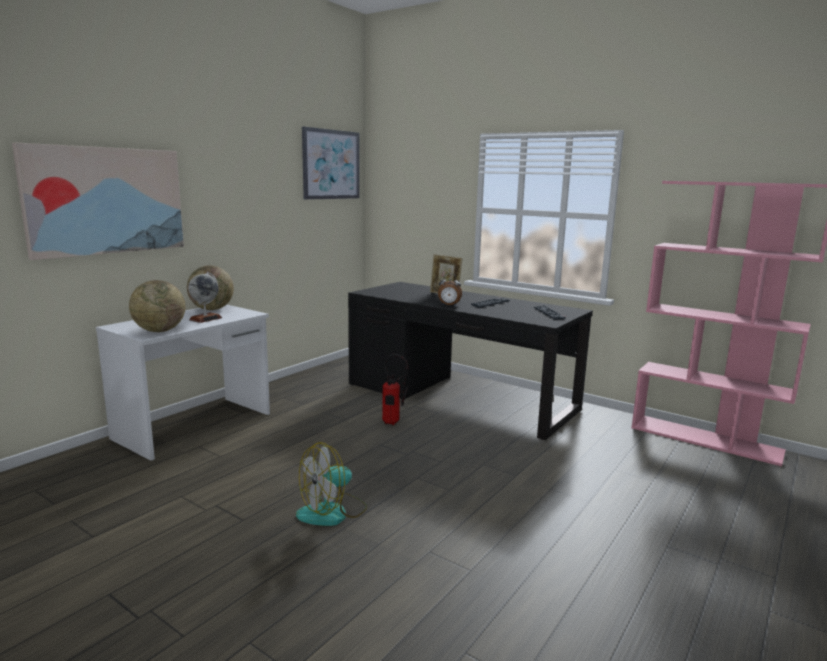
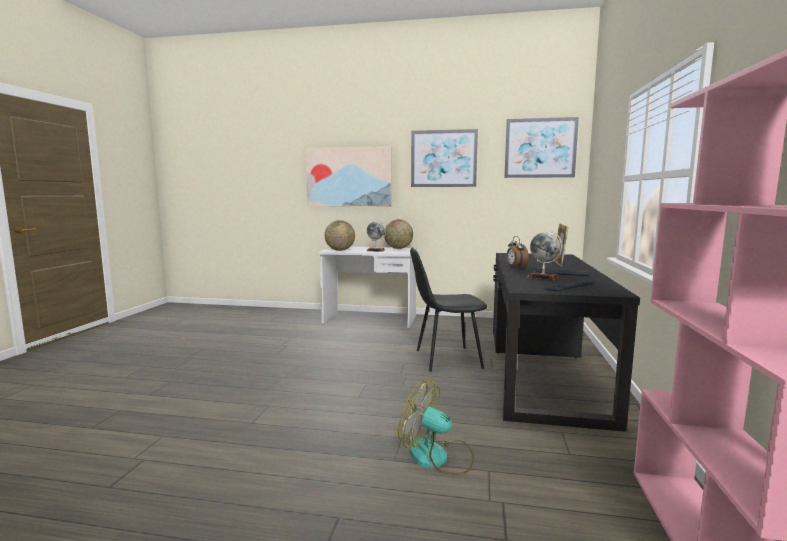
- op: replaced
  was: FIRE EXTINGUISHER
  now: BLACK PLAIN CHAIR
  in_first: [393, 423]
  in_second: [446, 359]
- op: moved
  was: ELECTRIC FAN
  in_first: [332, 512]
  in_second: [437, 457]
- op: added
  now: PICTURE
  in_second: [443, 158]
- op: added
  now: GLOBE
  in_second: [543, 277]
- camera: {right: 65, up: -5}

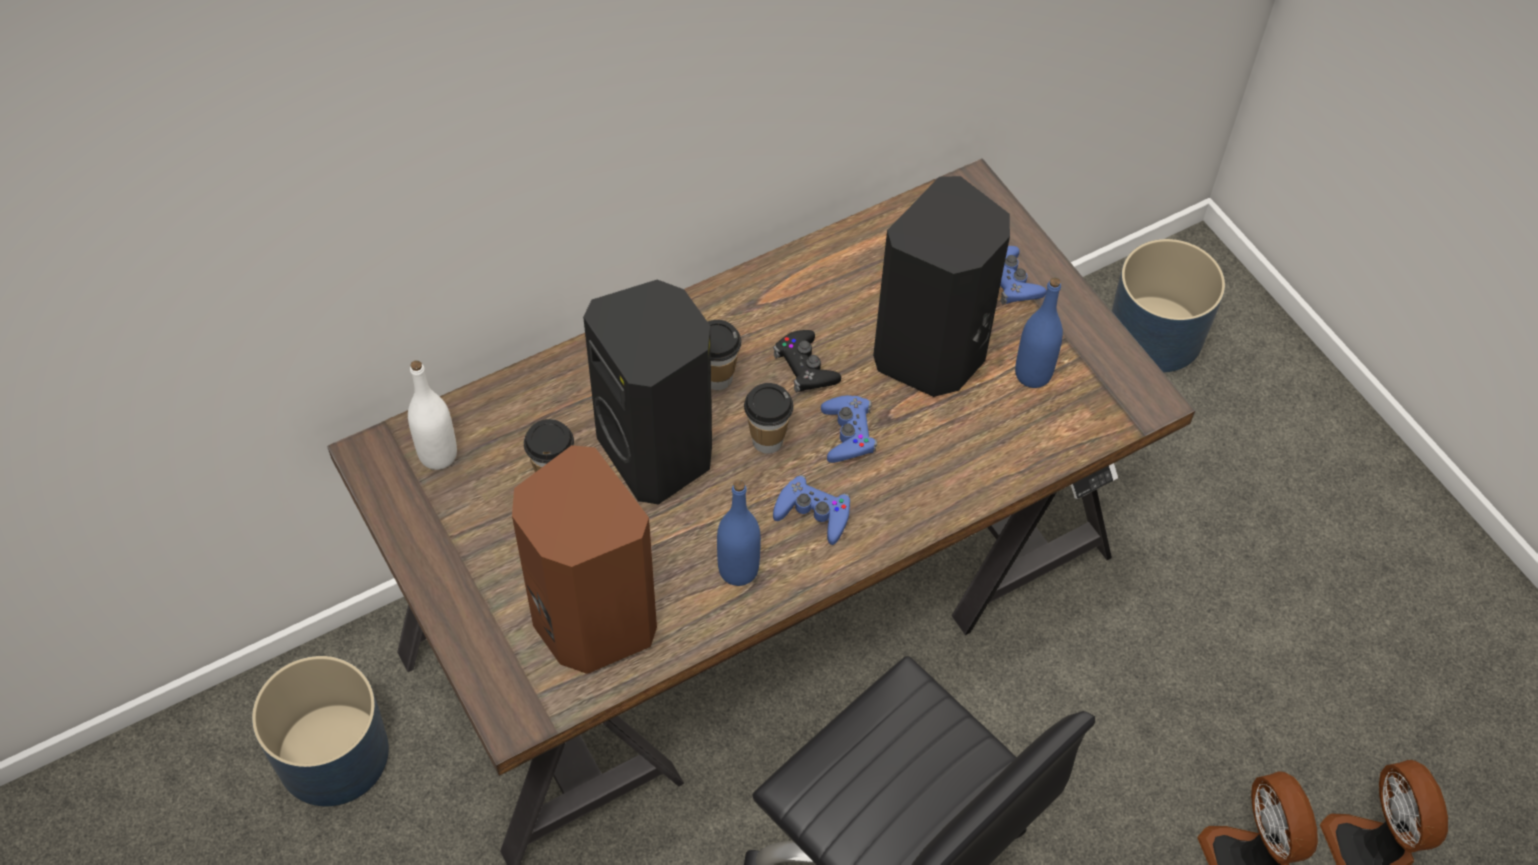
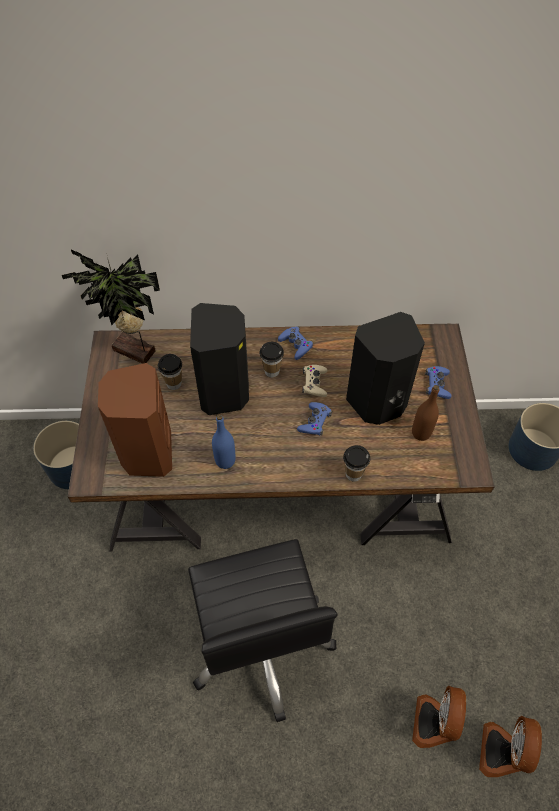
- op: recoloured
  was: BLUISH BEVERAGE BOTTLE
  now: BROWN-COLOURED BEVERAGE BOTTLE
  in_first: [1033, 374]
  in_second: [421, 433]
- op: recoloured
  was: BLACK GAMEPAD
  now: BEIGE-COLOURED GAMEPAD
  in_first: [805, 367]
  in_second: [314, 383]
- op: replaced
  was: WHITE-COLOURED BEVERAGE BOTTLE
  now: PLANT IN A POT
  in_first: [438, 455]
  in_second: [133, 353]
- op: moved
  was: DRINKING CUP
  in_first: [767, 441]
  in_second: [353, 474]
- op: moved
  was: BLUISH GAMEPAD
  in_first: [813, 513]
  in_second: [296, 345]
- camera: {right: 30, up: 0}

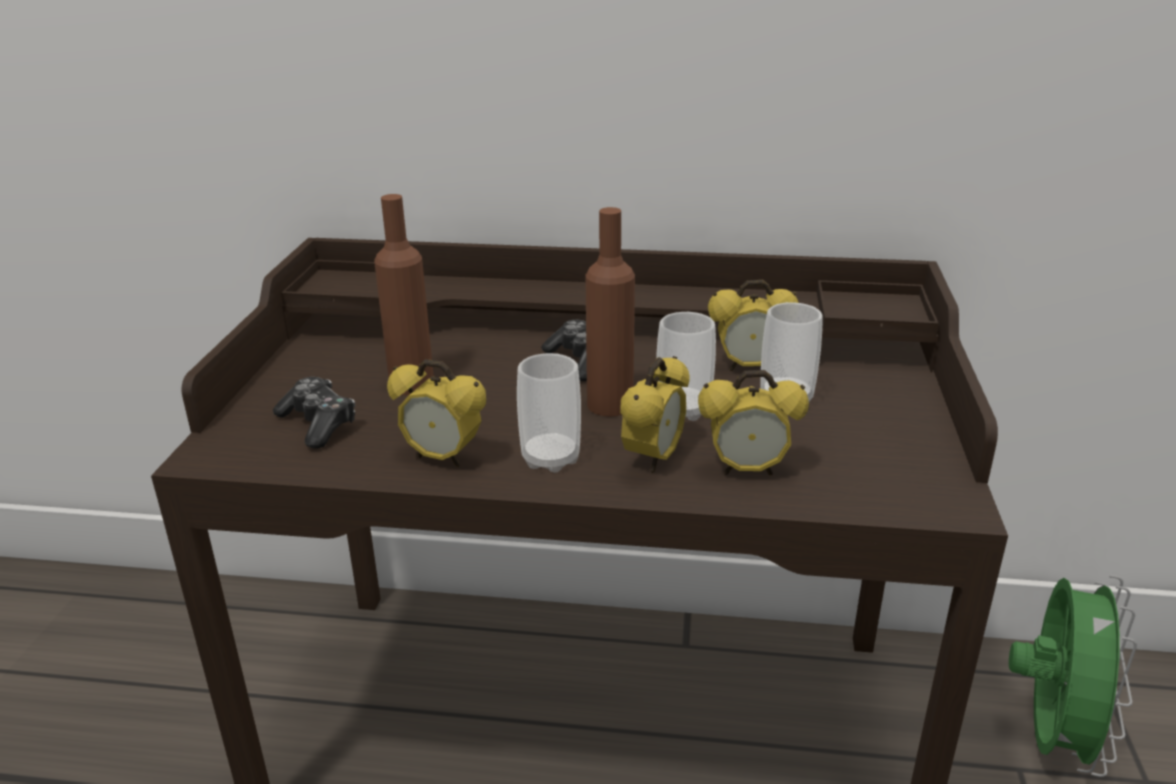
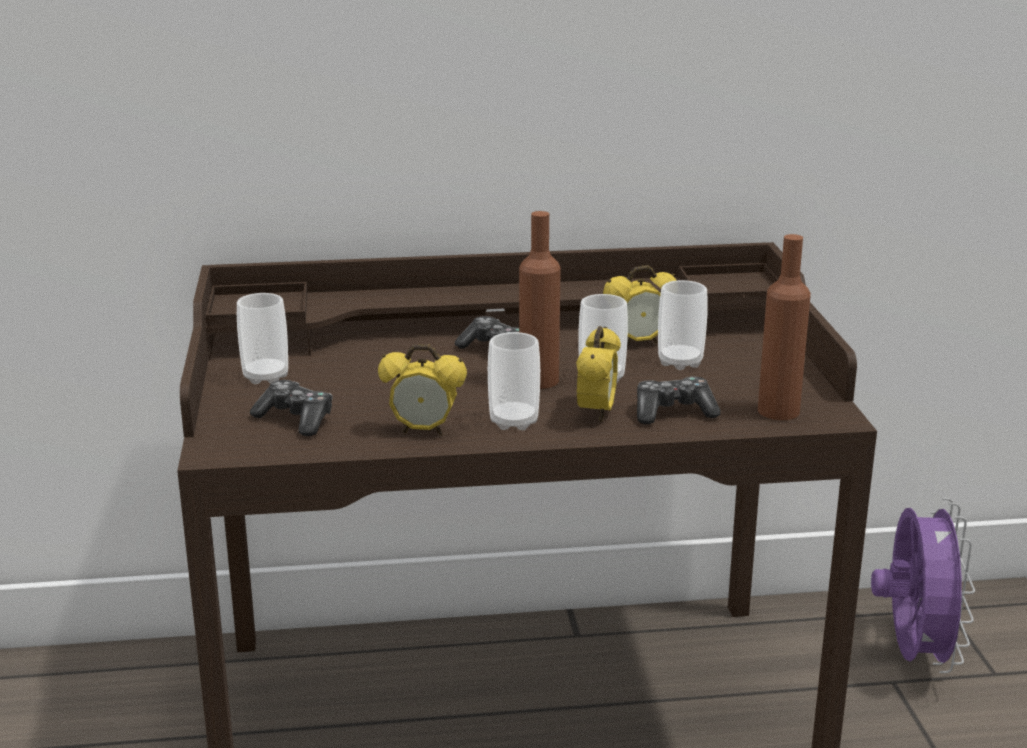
- op: moved
  was: BROWN-COLOURED BEVERAGE BOTTLE
  in_first: [412, 384]
  in_second: [778, 411]
- op: replaced
  was: BEDSIDE CLOCK
  now: GAMEPAD
  in_first: [747, 470]
  in_second: [673, 412]
- op: recoloured
  was: GREENISH ELECTRIC FAN
  now: PURPLE ELECTRIC FAN
  in_first: [1050, 737]
  in_second: [913, 655]
- op: added
  now: DRINKING CUP
  in_second: [265, 376]
- camera: {right: -15, up: -5}

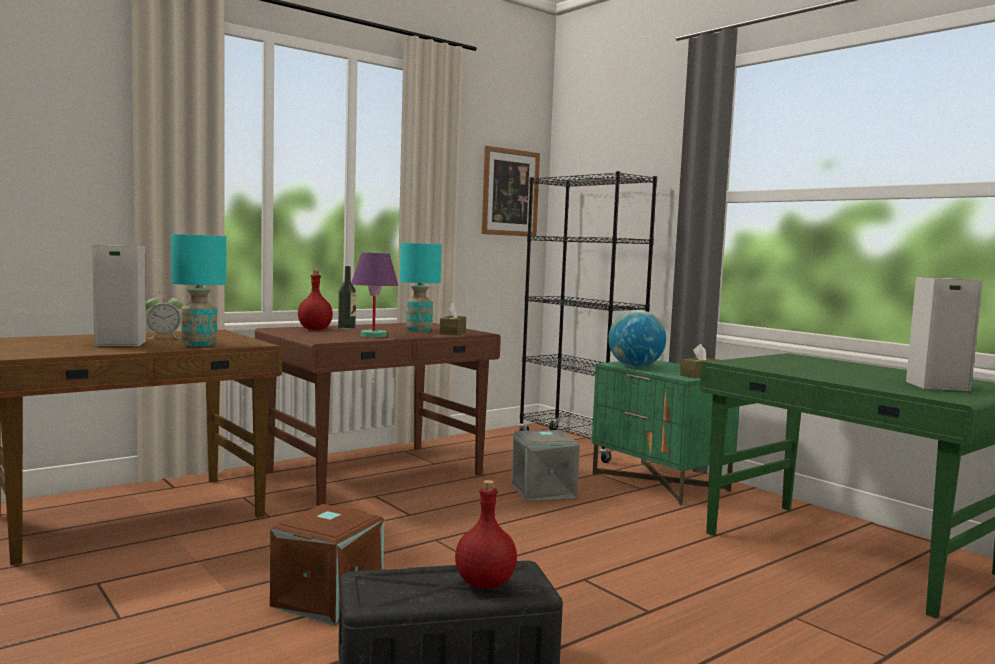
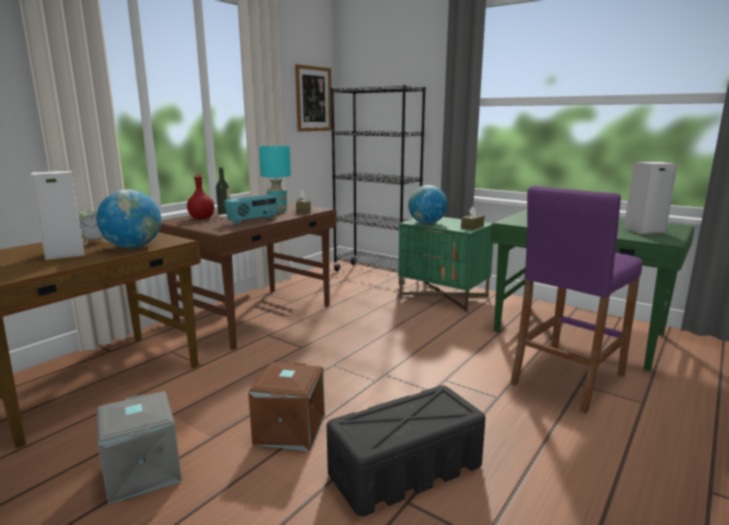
- op: replaced
  was: TURQUOISE-COLOURED LAMP FOR A TABLE
  now: GLOBE
  in_first: [200, 344]
  in_second: [133, 247]
- op: replaced
  was: PURPLE LAMP FOR A TABLE
  now: RADIO
  in_first: [374, 335]
  in_second: [253, 220]
- op: moved
  was: GREY STORAGE BOX
  in_first: [542, 490]
  in_second: [141, 472]
- op: removed
  was: RED-COLOURED BEVERAGE BOTTLE
  in_first: [484, 583]
- op: added
  now: PURPLE SITTING STOOL
  in_second: [567, 379]
- camera: {right: -15, up: 10}

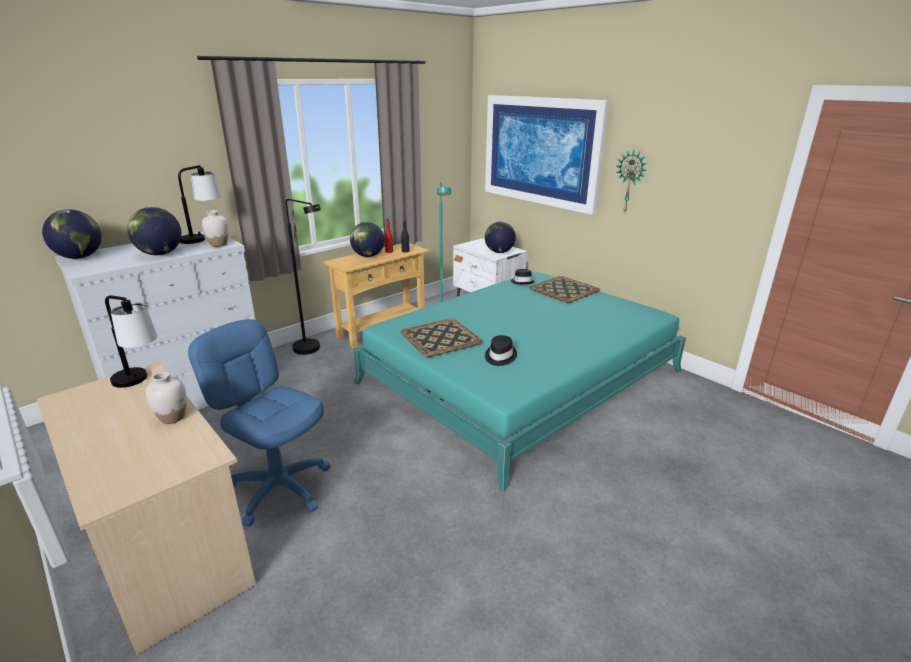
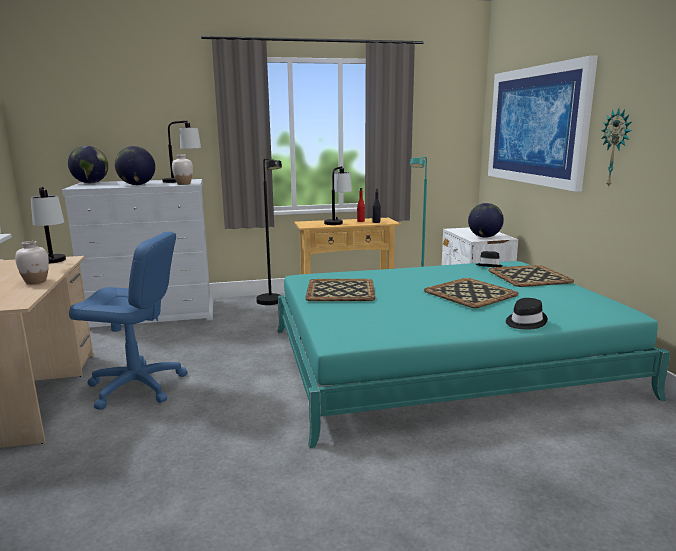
- op: replaced
  was: GLOBE
  now: LAMP FOR A TABLE
  in_first: [368, 256]
  in_second: [337, 222]
- op: turned
  was: BLUISH DESK CHAIR
  in_first: [279, 488]
  in_second: [136, 386]
  clockwise: 120
- op: moved
  was: BLACK HAT
  in_first: [499, 356]
  in_second: [524, 322]
- op: added
  now: CARRYING TRAY
  in_second: [470, 293]
- camera: {right: 30, up: -10}

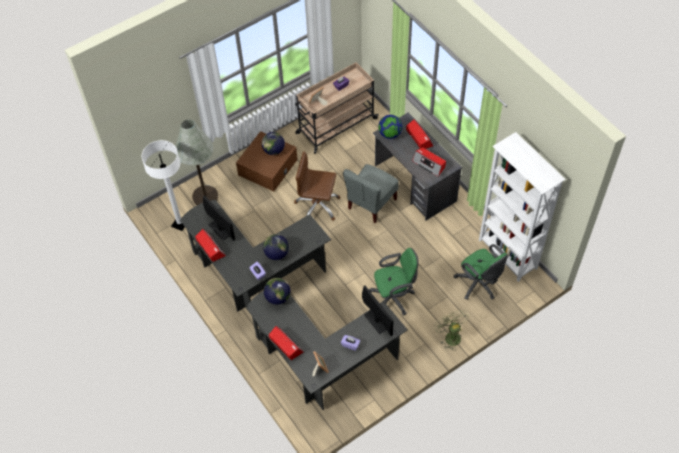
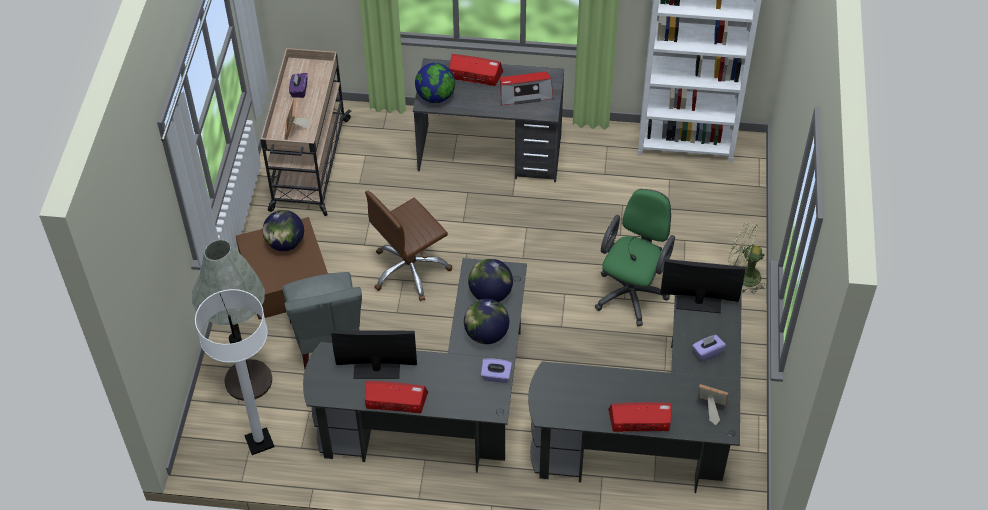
- op: moved
  was: GREY PLAIN CHAIR
  in_first: [371, 204]
  in_second: [327, 340]
- op: removed
  was: GREENISH DESK CHAIR
  in_first: [479, 284]
- op: moved
  was: GLOBE
  in_first: [278, 297]
  in_second: [490, 294]
- camera: {right: -50, up: -5}

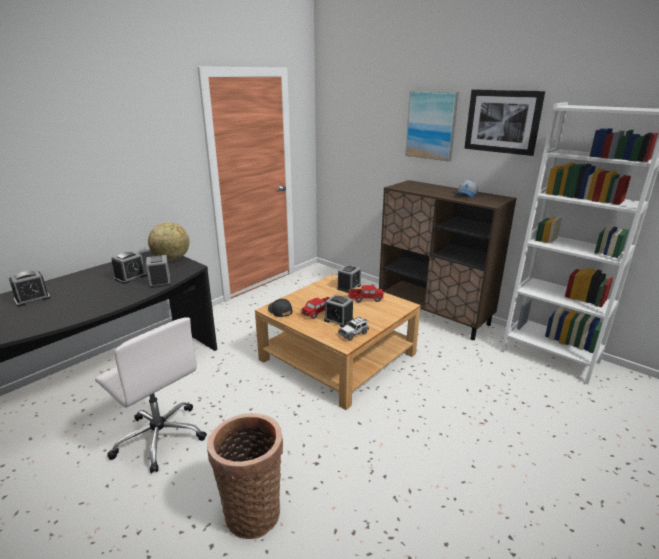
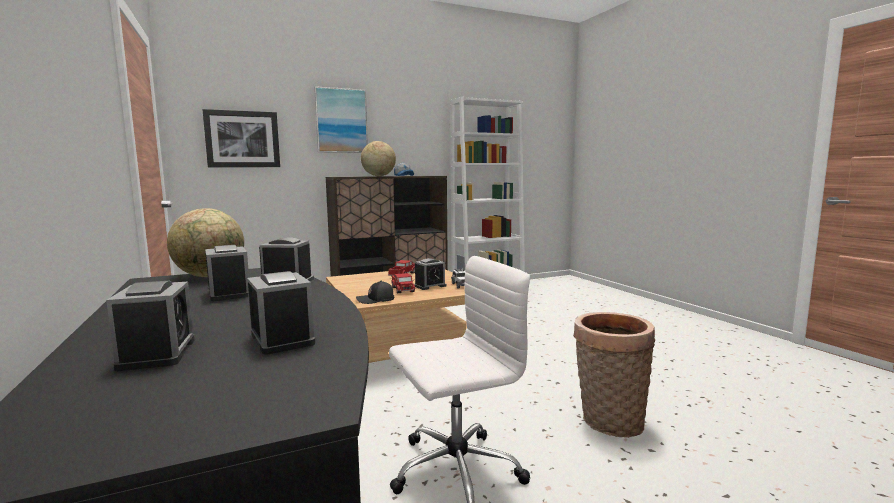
- op: moved
  was: PICTURE
  in_first: [502, 121]
  in_second: [242, 139]
- op: moved
  was: BEDSIDE CLOCK
  in_first: [349, 287]
  in_second: [282, 339]
- op: added
  now: GLOBE
  in_second: [378, 176]
- camera: {right: -65, up: -15}

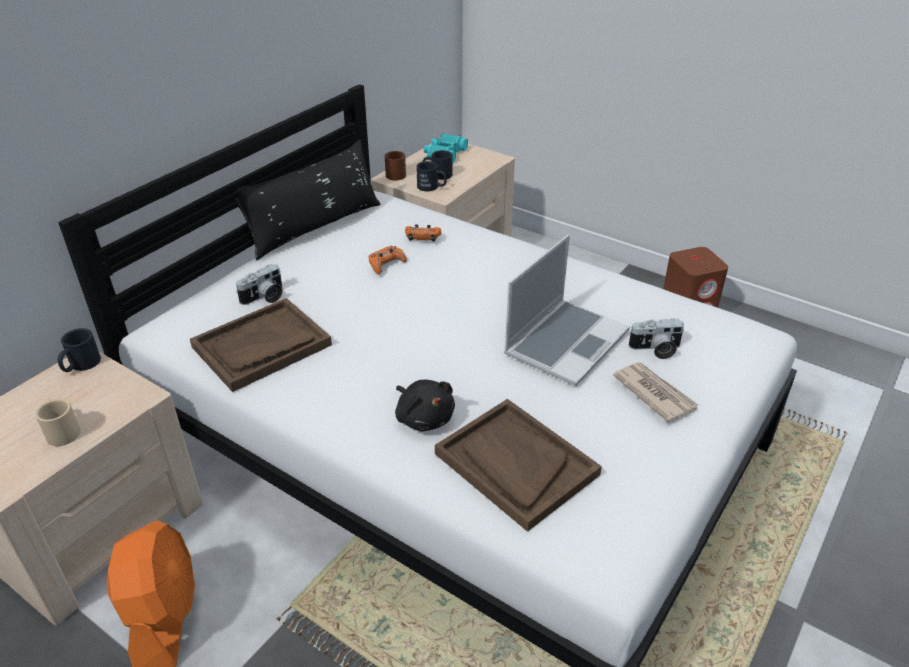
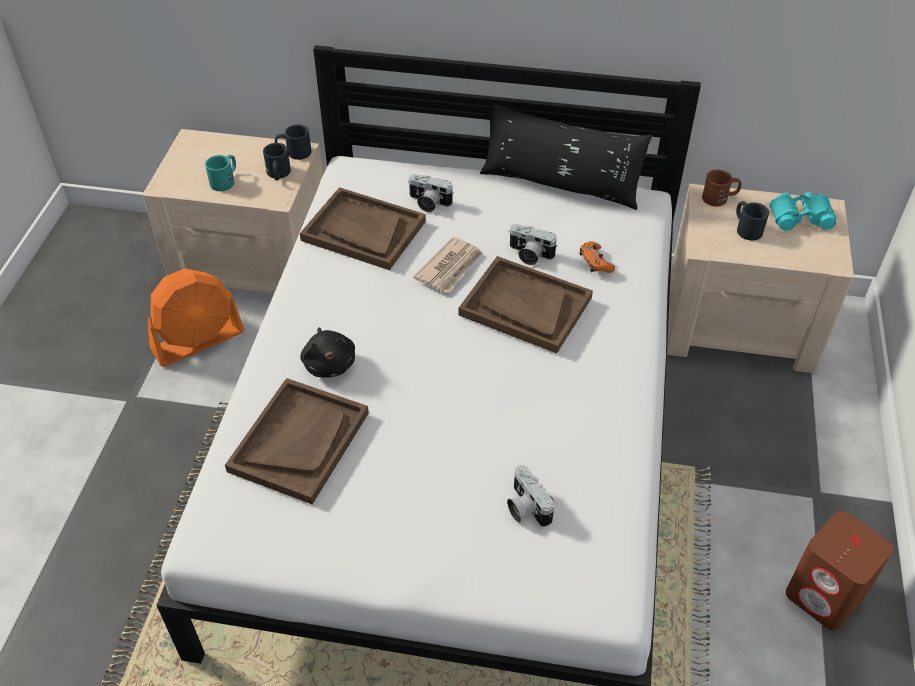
- op: moved
  was: BLACK MUG
  in_first: [432, 187]
  in_second: [278, 174]
- op: removed
  was: PORTABLE COMPUTER
  in_first: [566, 342]
- op: replaced
  was: ORANGEY GAMEPAD
  now: PHOTO CAMERA
  in_first: [386, 264]
  in_second: [529, 255]
- op: moved
  was: PRINTED PAPER
  in_first: [654, 393]
  in_second: [450, 267]
- op: turned
  was: BLACK CUDDLY TOY
  in_first: [424, 417]
  in_second: [329, 363]
  clockwise: -45
- op: recoloured
  was: BEIGE-COLOURED MUG
  now: TURQUOISE-COLOURED MUG
  in_first: [61, 430]
  in_second: [225, 180]
- op: added
  now: BROWN-COLOURED CARRYING TRAY
  in_second: [525, 306]
- camera: {right: 65, up: 10}

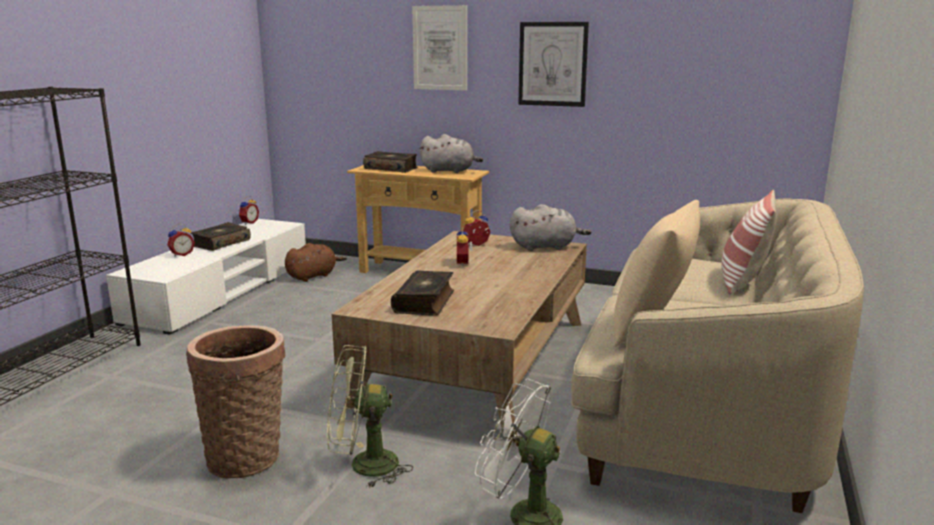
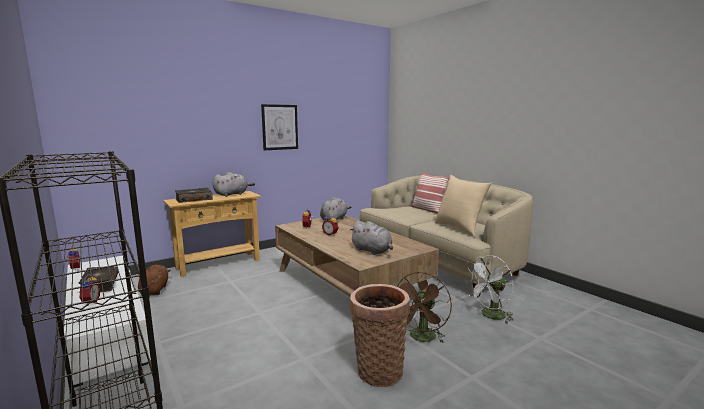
- op: removed
  was: PICTURE
  in_first: [440, 48]
- op: replaced
  was: BOOK
  now: GREY CUDDLY TOY
  in_first: [425, 302]
  in_second: [372, 251]
- op: recoloured
  was: GREENISH ELECTRIC FAN
  now: BROWN-COLOURED ELECTRIC FAN
  in_first: [363, 466]
  in_second: [422, 338]
- camera: {right: -55, up: -5}

